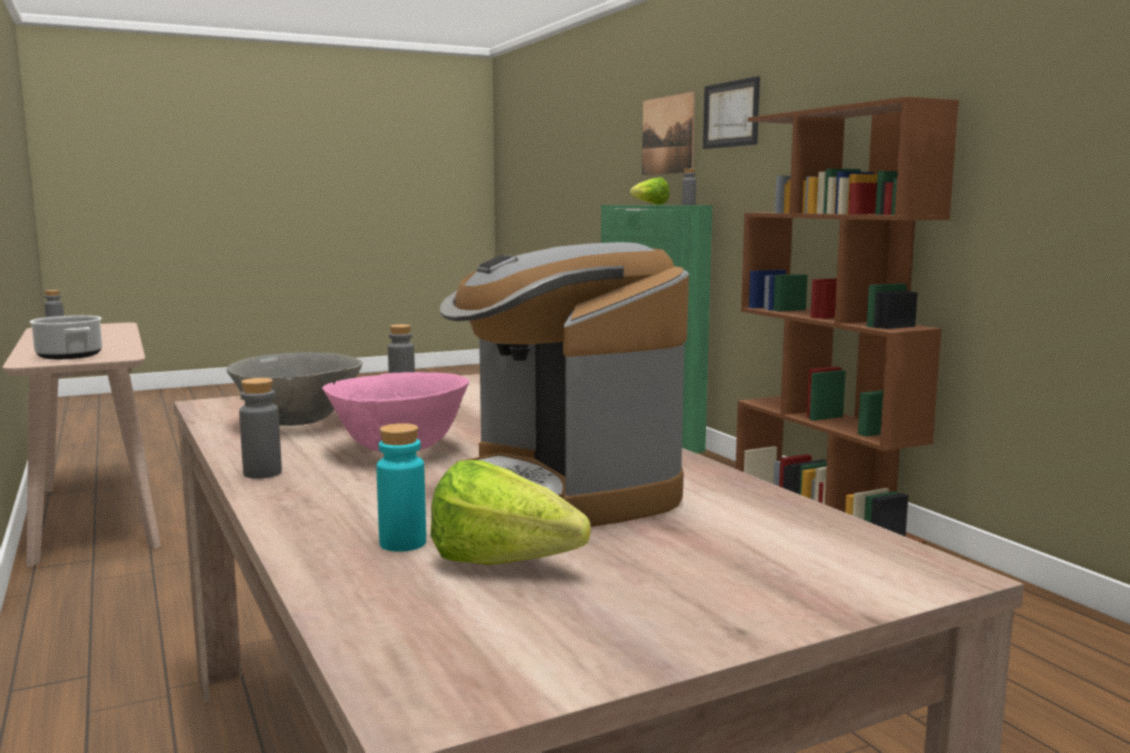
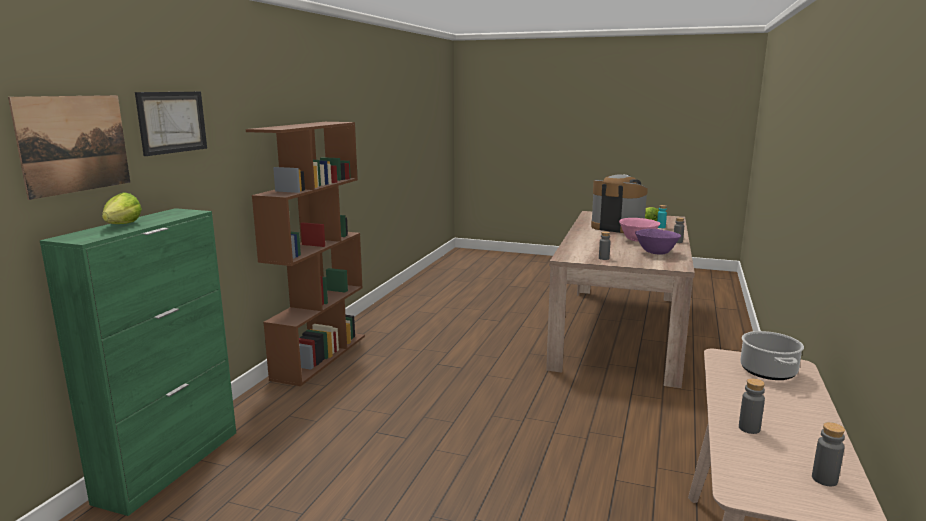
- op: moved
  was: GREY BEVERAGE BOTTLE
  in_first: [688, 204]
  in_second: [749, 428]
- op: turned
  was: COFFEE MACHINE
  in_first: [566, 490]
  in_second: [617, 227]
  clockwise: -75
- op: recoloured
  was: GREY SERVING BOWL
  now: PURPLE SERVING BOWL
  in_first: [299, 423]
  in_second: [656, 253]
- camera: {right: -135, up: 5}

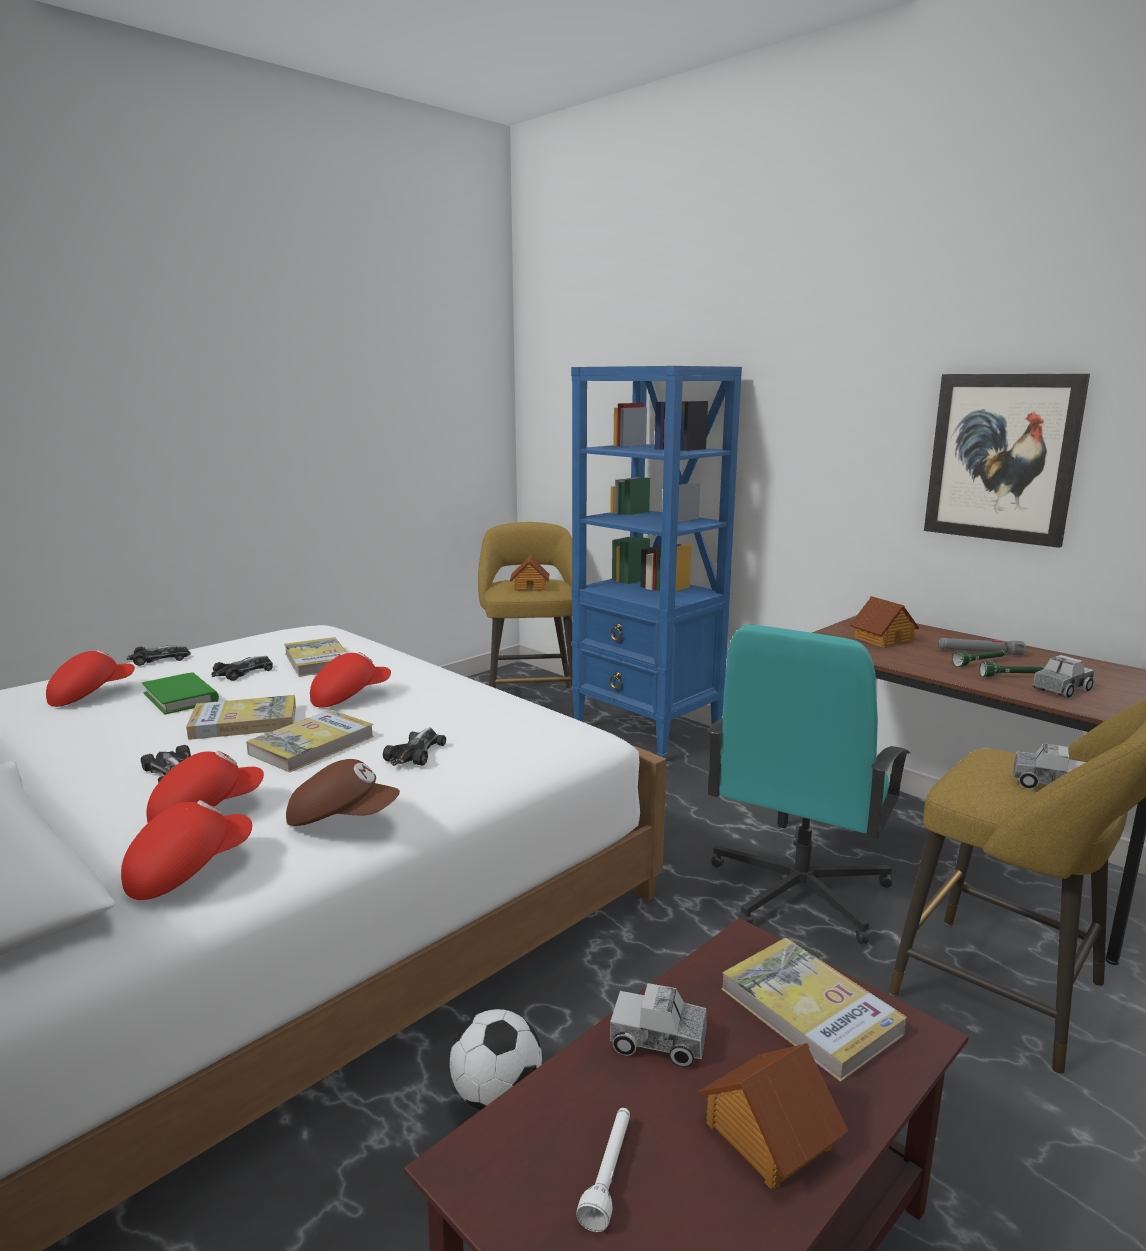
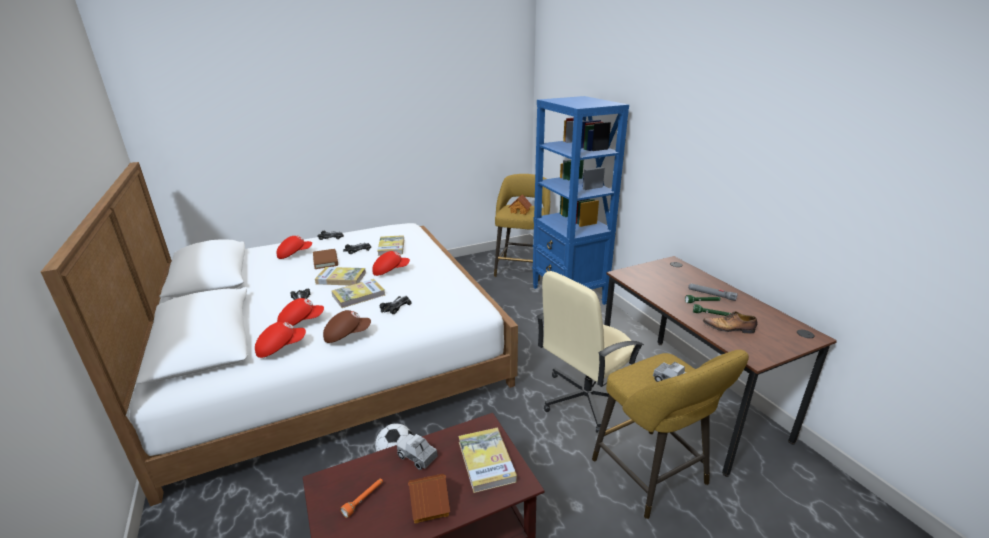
- op: removed
  was: PICTURE
  in_first: [1001, 458]
- op: removed
  was: MINIATURE HOUSE
  in_first: [882, 639]
- op: recoloured
  was: TURQUOISE-COLOURED DESK CHAIR
  now: BEIGE-COLOURED DESK CHAIR
  in_first: [797, 892]
  in_second: [584, 399]
- op: replaced
  was: TOY LORRY
  now: SHOE
  in_first: [1061, 690]
  in_second: [729, 328]
- op: recoloured
  was: GREENISH BOOK
  now: BROWN-COLOURED BOOK
  in_first: [181, 697]
  in_second: [325, 261]
- op: turned
  was: BROWN-COLOURED CAP
  in_first: [342, 818]
  in_second: [347, 335]
  clockwise: -45
- op: recoloured
  was: WHITE-COLOURED TORCH
  now: ORANGEY TORCH
  in_first: [609, 1174]
  in_second: [364, 500]
- camera: {right: 20, up: 10}

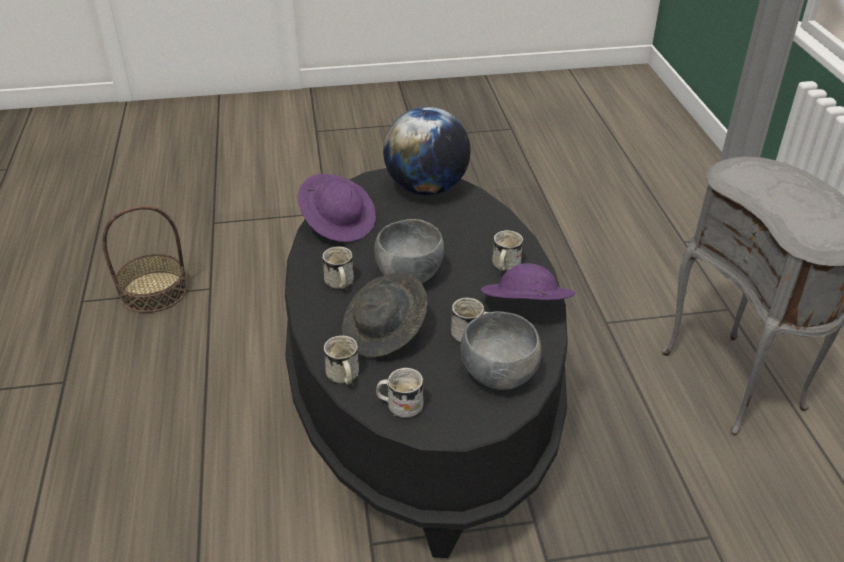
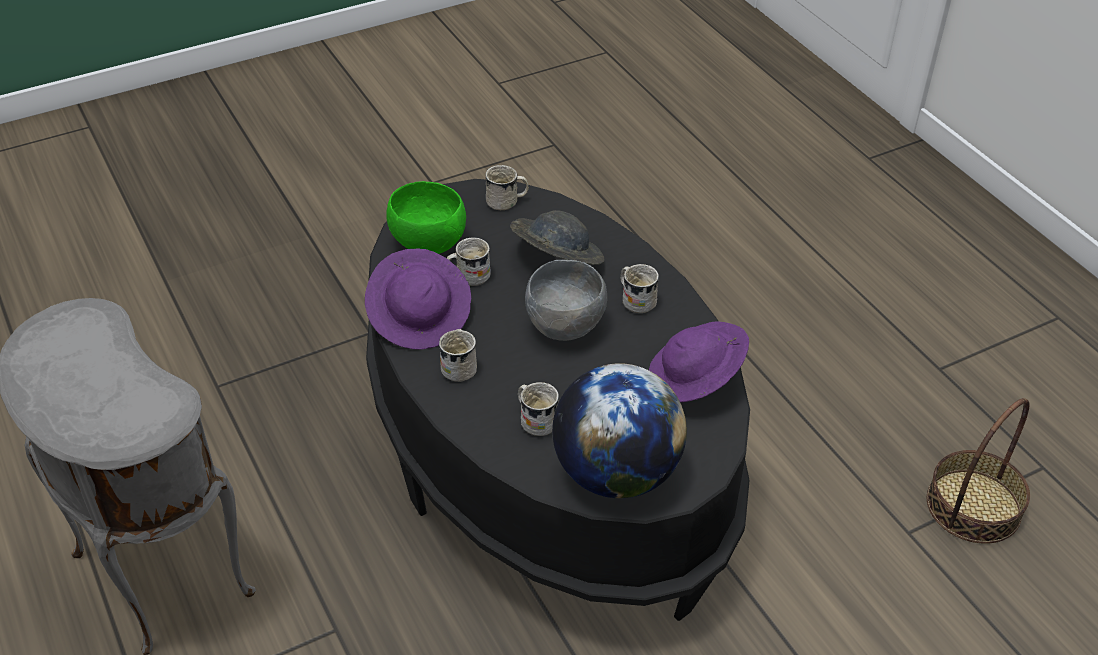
- op: recoloured
  was: GREY SERVING BOWL
  now: GREENISH SERVING BOWL
  in_first: [498, 375]
  in_second: [428, 245]
- op: moved
  was: WHITE-COLOURED MUG
  in_first: [343, 377]
  in_second: [535, 419]
- camera: {right: 160, up: 5}

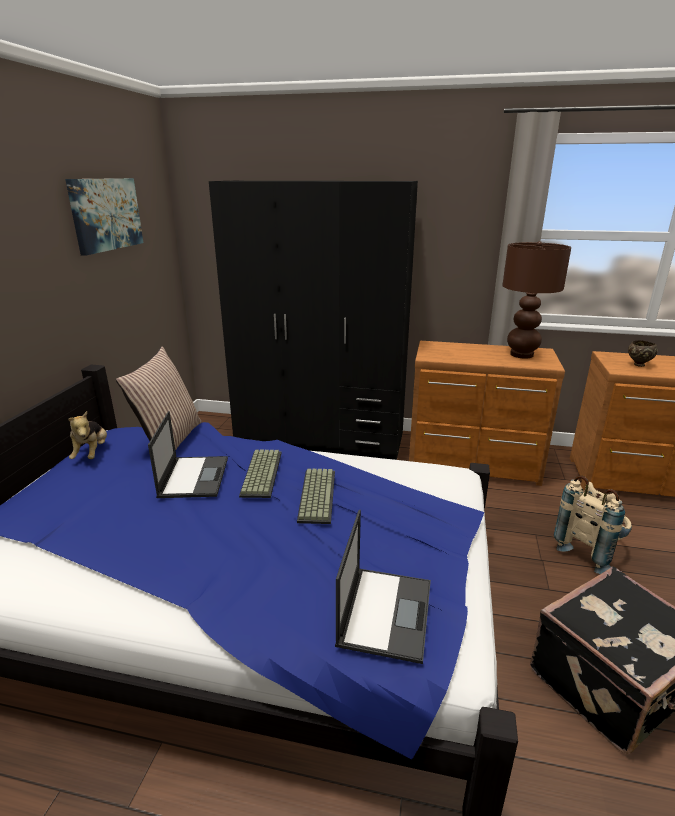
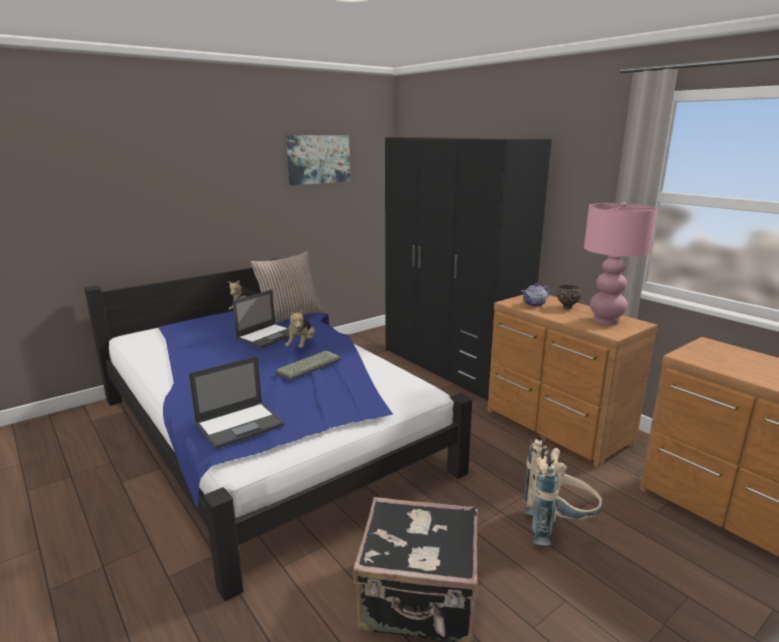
- op: recoloured
  was: BROWN-COLOURED LAMP FOR A TABLE
  now: PINK LAMP FOR A TABLE
  in_first: [522, 354]
  in_second: [606, 321]
- op: moved
  was: BROWN-COLOURED SERVING BOWL
  in_first: [638, 364]
  in_second: [566, 307]
- op: replaced
  was: COMPUTER KEYBOARD
  now: CUDDLY TOY
  in_first: [260, 473]
  in_second: [302, 345]
- op: added
  now: TEA POT
  in_second: [534, 304]
- camera: {right: 40, up: -5}

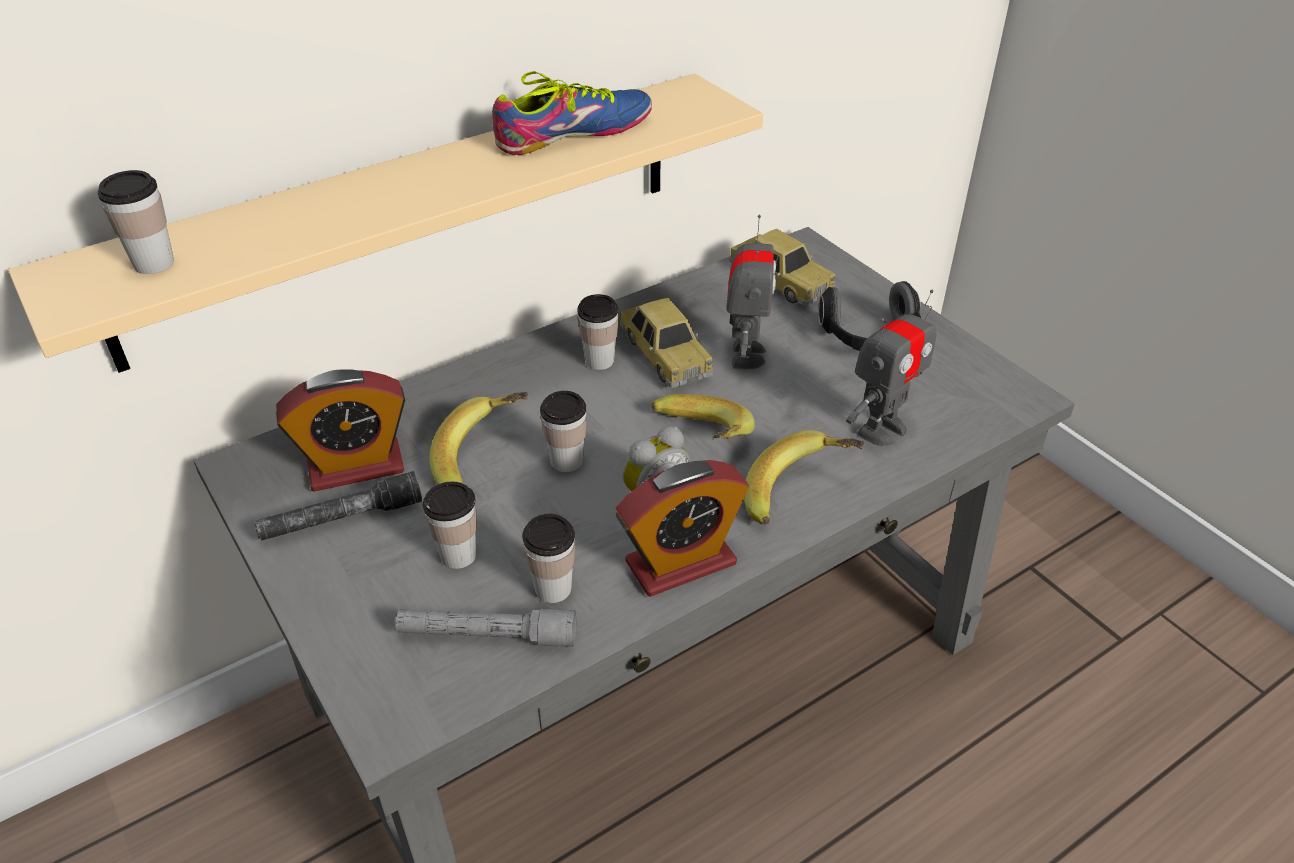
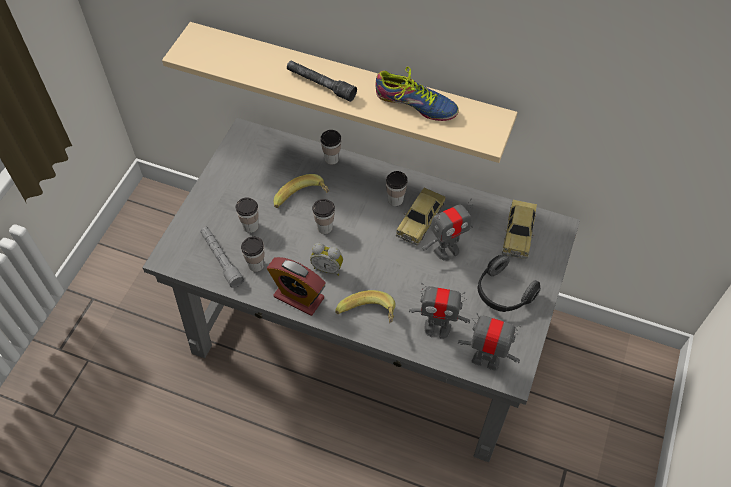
- op: moved
  was: DRINKING CUP
  in_first: [154, 263]
  in_second: [331, 158]
- op: removed
  was: BEDSIDE CLOCK
  in_first: [356, 467]
- op: removed
  was: BANANA FRUIT
  in_first: [699, 442]
- op: moved
  was: GREY TORCH
  in_first: [341, 519]
  in_second: [320, 84]
- op: added
  now: MODEL ROBOT
  in_second: [486, 360]
- camera: {right: 55, up: 15}

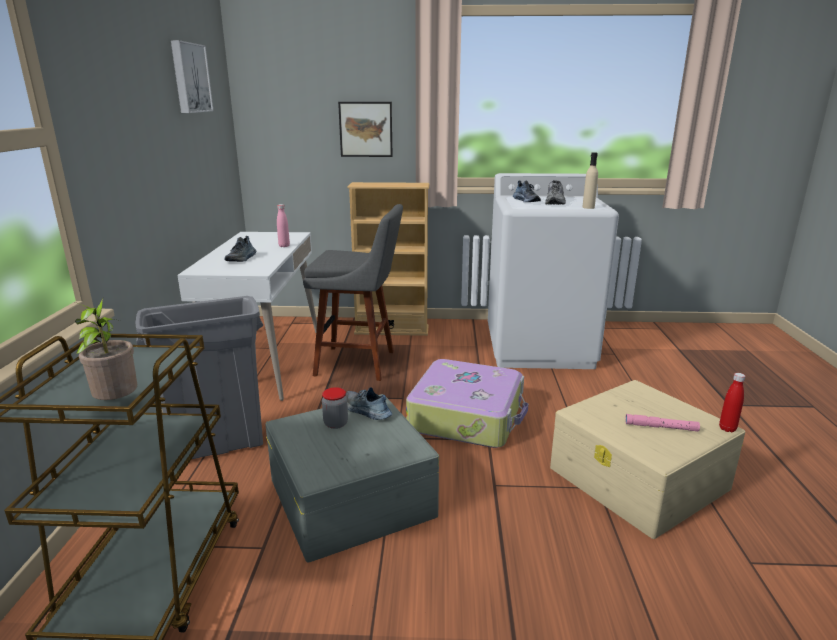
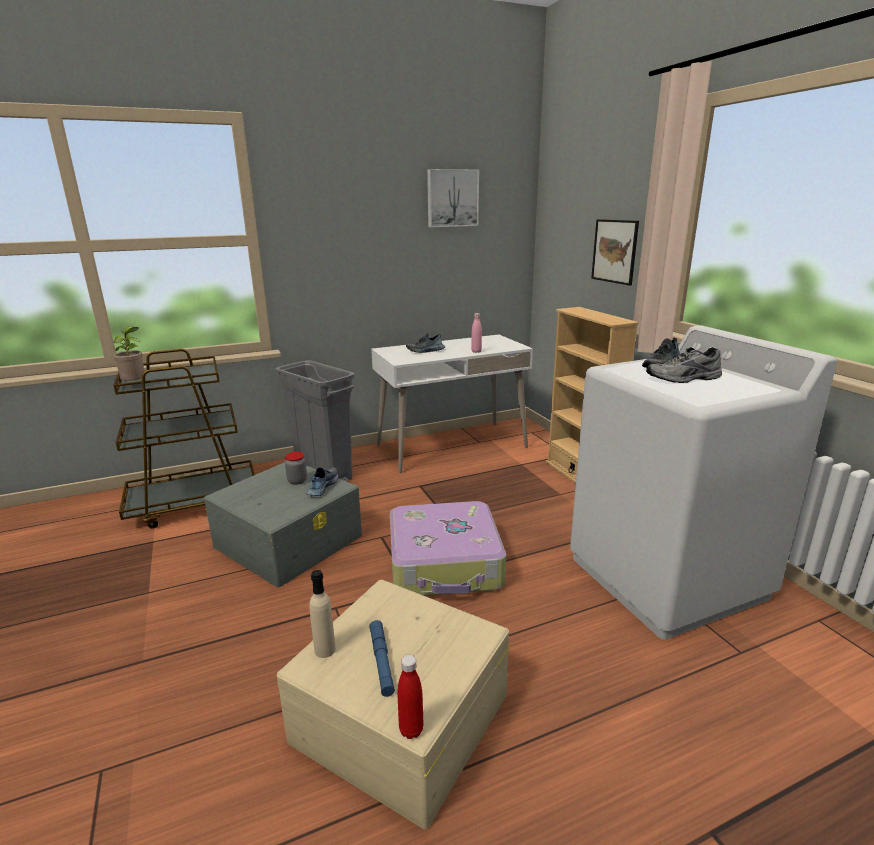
- op: moved
  was: BEIGE-COLOURED BEVERAGE BOTTLE
  in_first: [588, 207]
  in_second: [325, 650]
- op: removed
  was: GREY SITTING STOOL
  in_first: [360, 363]
- op: recoloured
  was: PINK TORCH
  now: BLUISH TORCH
  in_first: [661, 427]
  in_second: [381, 661]
- camera: {right: 65, up: 0}

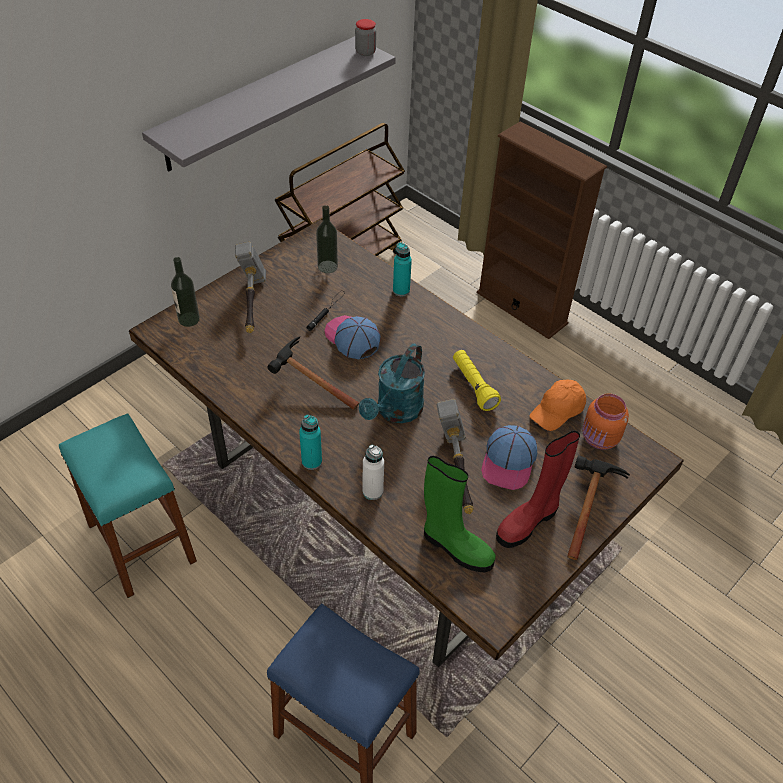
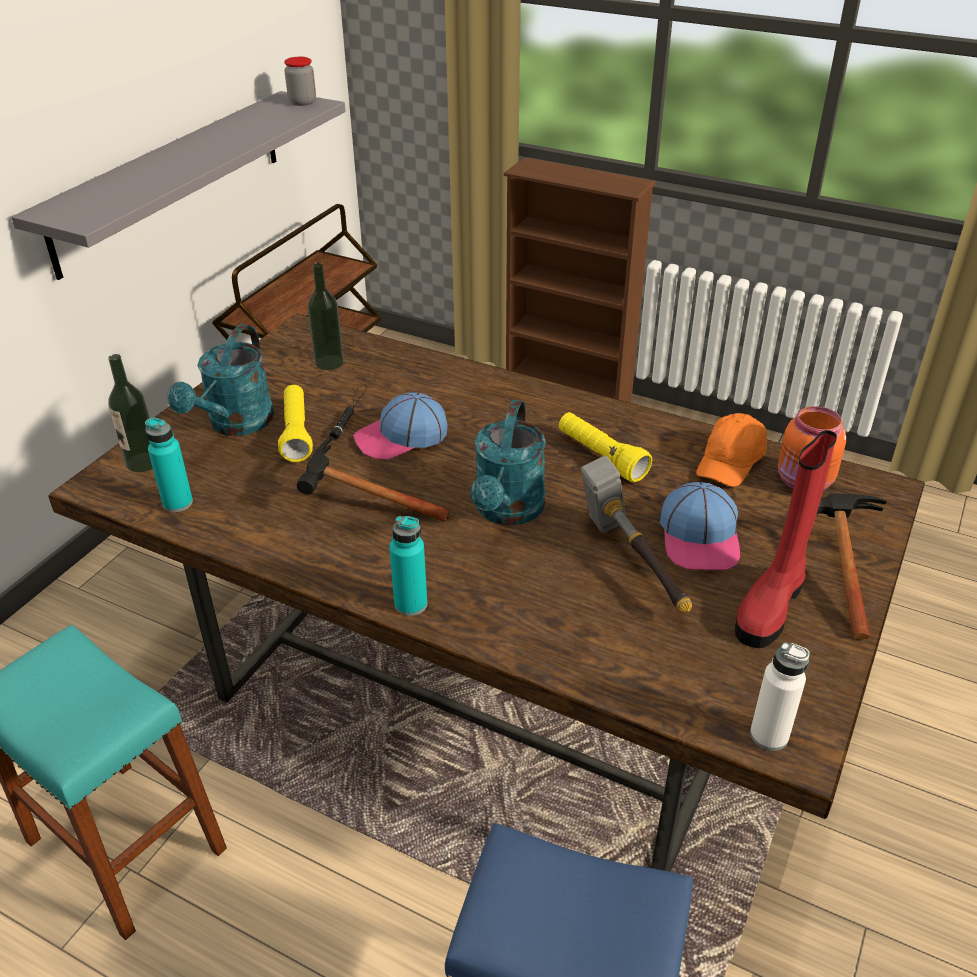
- op: replaced
  was: TOOL HAMMER
  now: TURQUOISE-COLOURED SPRINKLING CAN
  in_first: [252, 304]
  in_second: [235, 425]
- op: moved
  was: TURQUOISE-COLOURED BEVERAGE BOTTLE
  in_first: [401, 290]
  in_second: [178, 503]
- op: turned
  was: CAP
  in_first: [352, 338]
  in_second: [401, 437]
  clockwise: -60
- op: moved
  was: WHITE-COLOURED BEVERAGE BOTTLE
  in_first: [372, 491]
  in_second: [769, 735]
- op: removed
  was: GREENISH TALL BOOT
  in_first: [455, 547]
- op: added
  now: YELLOWISH TORCH
  in_second: [296, 433]
- camera: {right: -15, up: -10}

